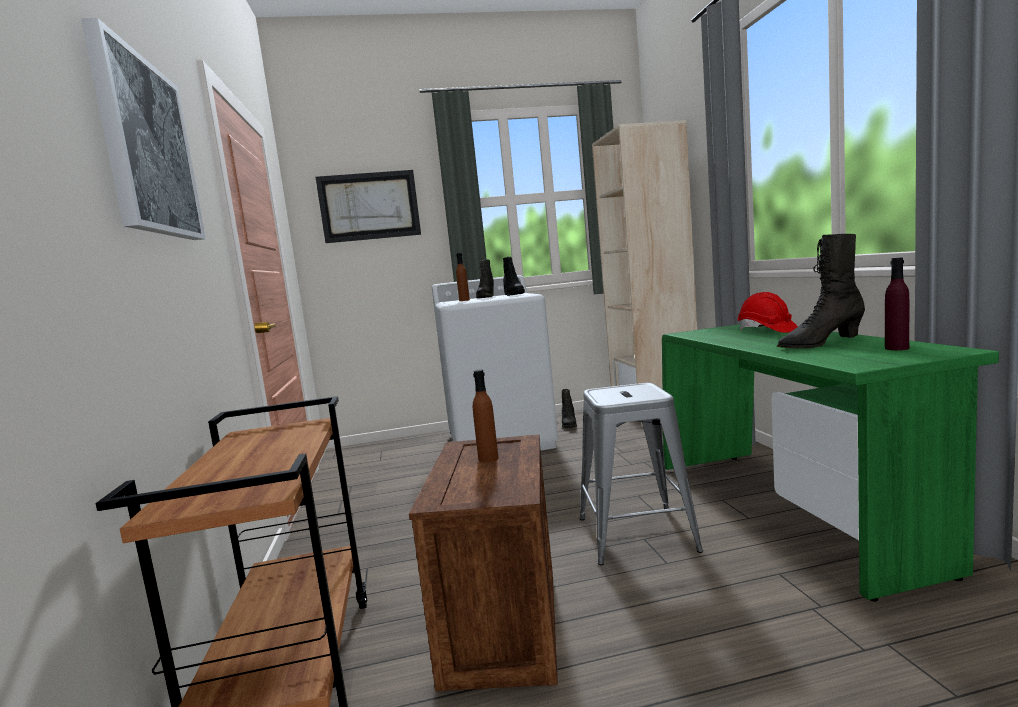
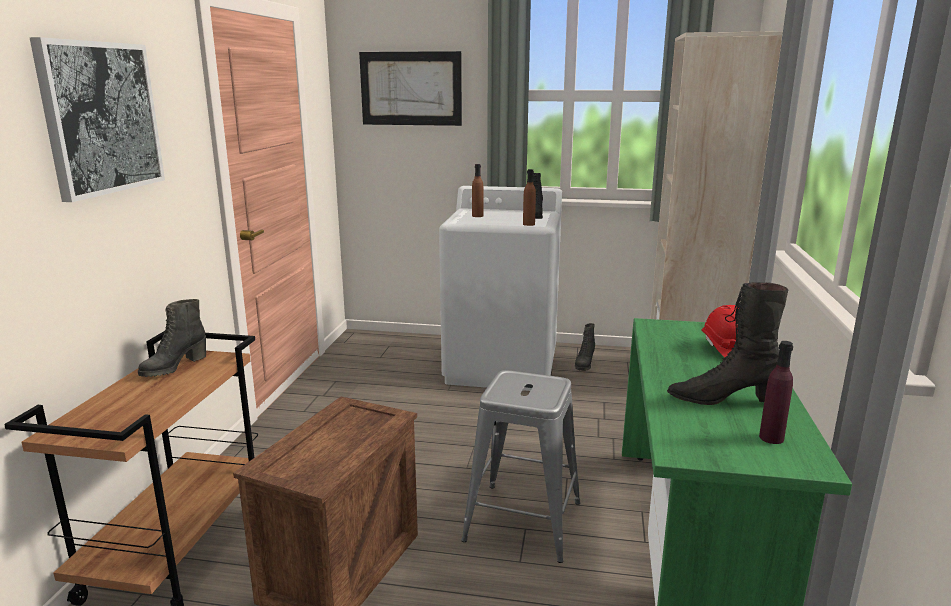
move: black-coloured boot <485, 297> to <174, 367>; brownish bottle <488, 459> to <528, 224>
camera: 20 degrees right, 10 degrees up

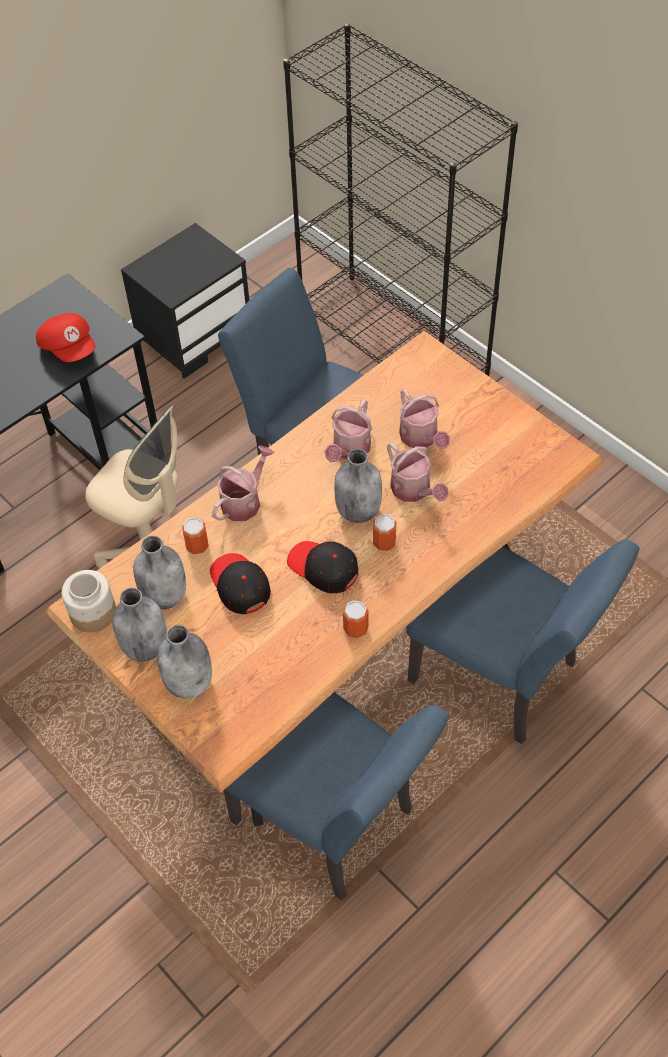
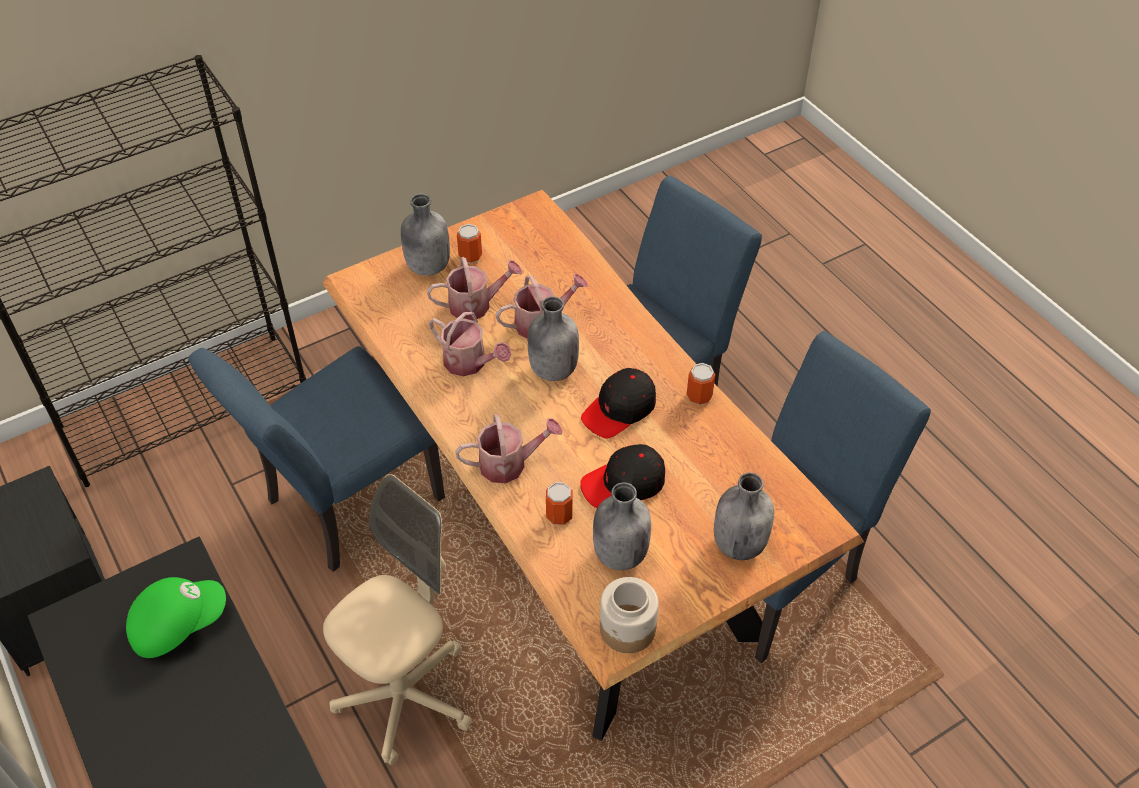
move: sealed can <384, 542> to <470, 256>; grey bottle <144, 645> to <427, 267>
recolor: red peaked cap <69, 347> to green-coloured peaked cap <177, 623>
rotate: sprinkling can <244, 501> = <509, 463> 120 degrees clockwise
camera: 80 degrees left, 5 degrees down

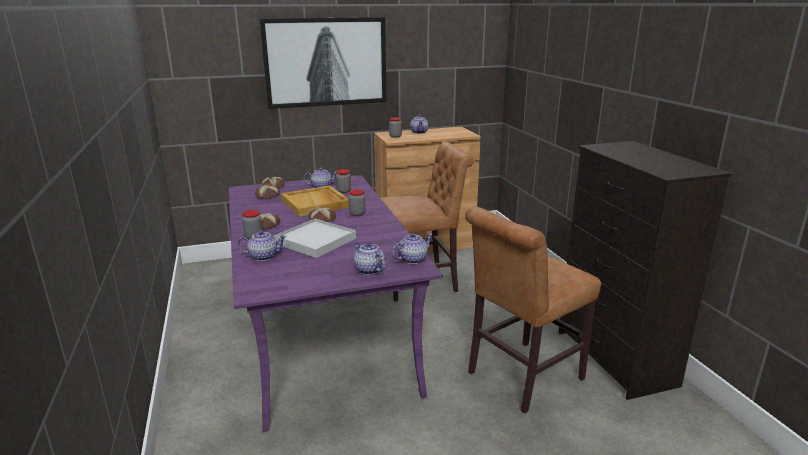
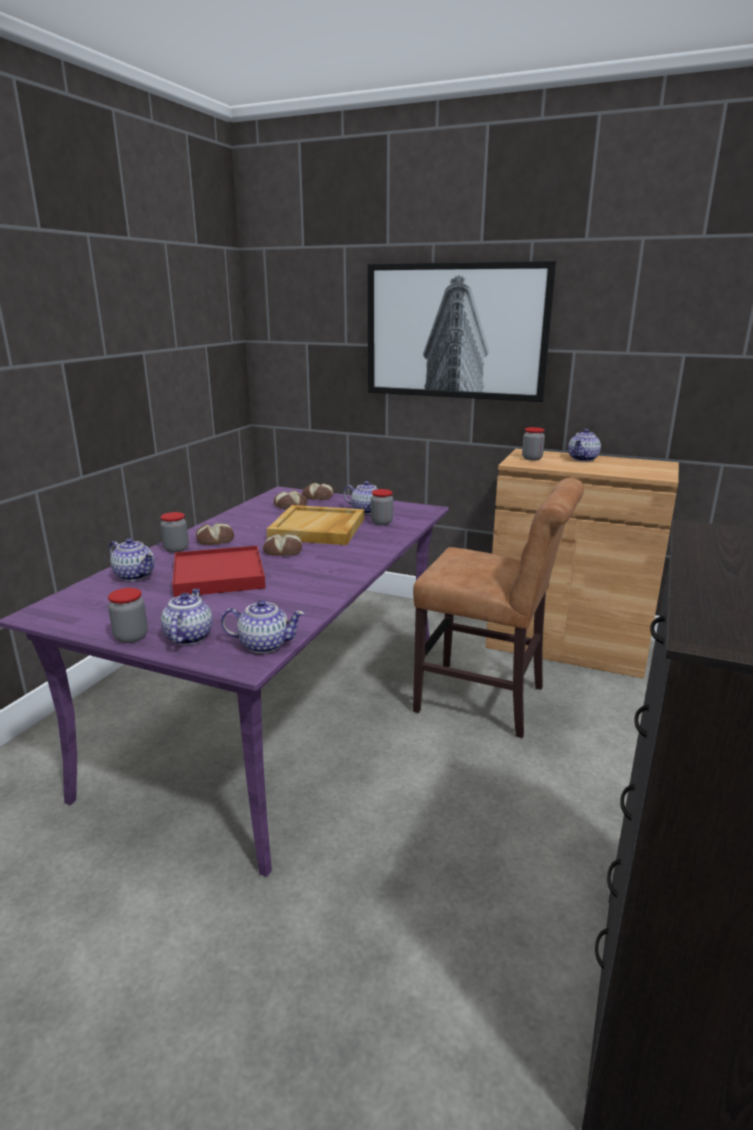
delete: brownish upright chair <520, 378>
move: jar <357, 213> to <131, 637>
recolor: white serving tray <315, 241> to red serving tray <218, 575>
camera: 40 degrees right, 0 degrees up

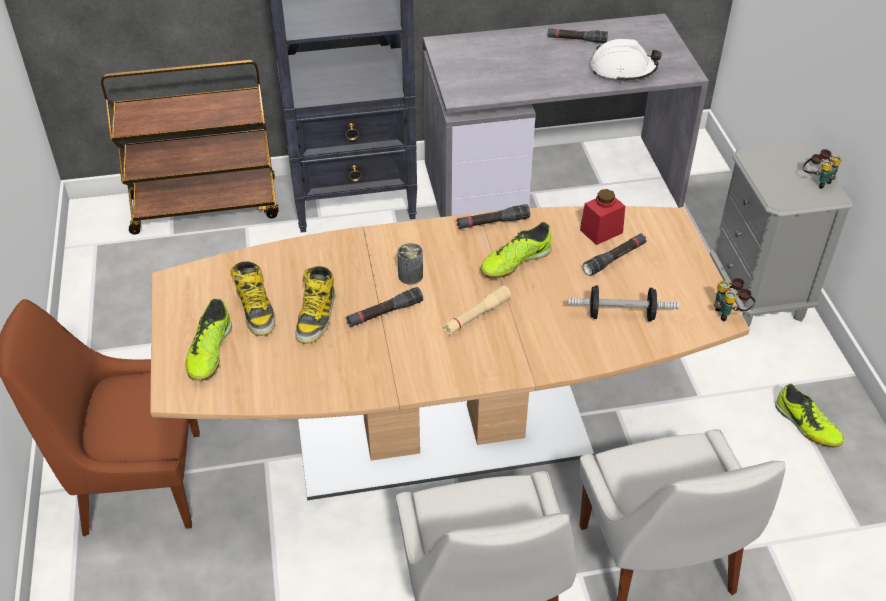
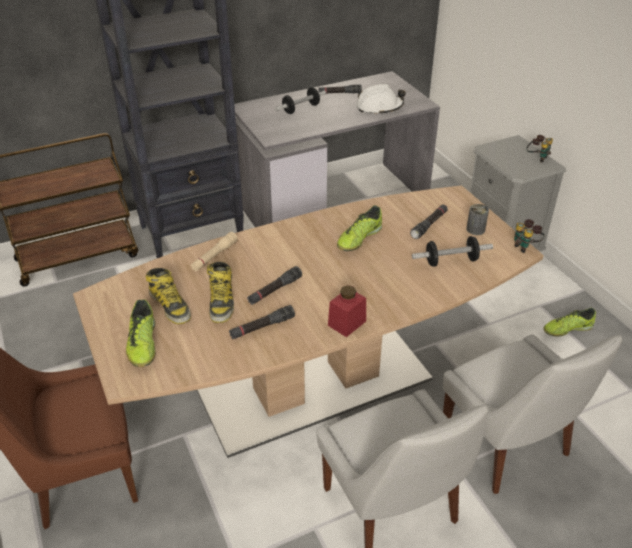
insert: free weight <301, 109>
move: red jar <601, 231> to <347, 323>; black-coloured hand torch <492, 222> to <262, 327>; sealed can <410, 276> to <475, 229>; beige hand torch <476, 316> to <214, 256>
rotate: shoe <806, 425> = <567, 329> 120 degrees clockwise
camera: 15 degrees left, 5 degrees down

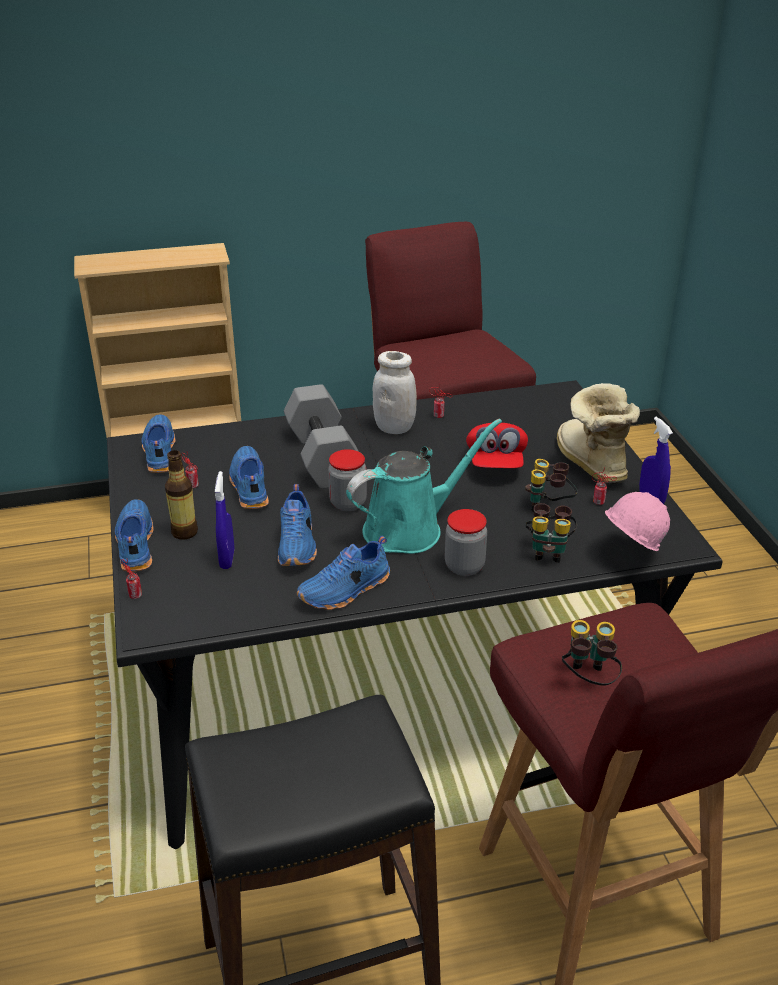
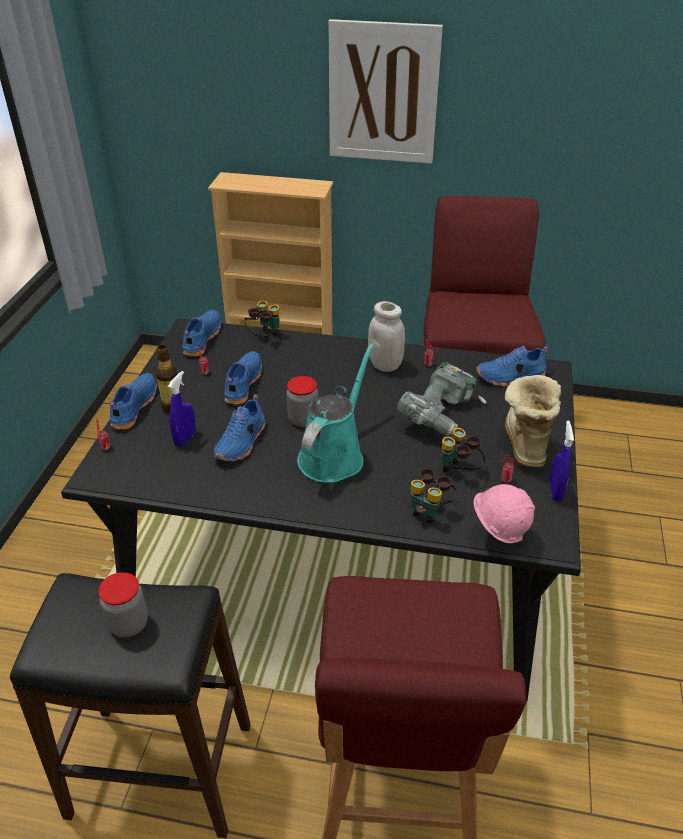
delete: grey free weight <324, 457>
insert: picture <383, 93>
move: jar <464, 566> to <129, 624>; blue shoe <346, 591> to <511, 377>; field glasses <587, 679> to <264, 337>
replace: red peaked cap <495, 463> to drill <444, 418>
rotate: turquoise-coloured sprinkling can <410, 528> = <334, 455> 60 degrees counterclockwise
camera: 25 degrees right, 5 degrees up

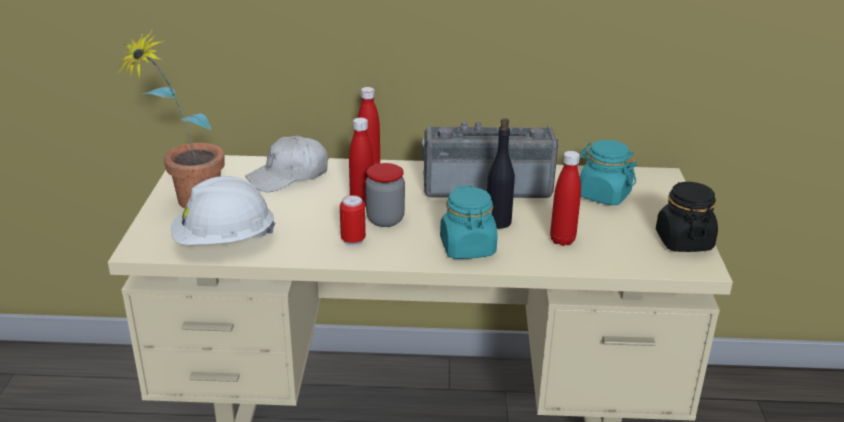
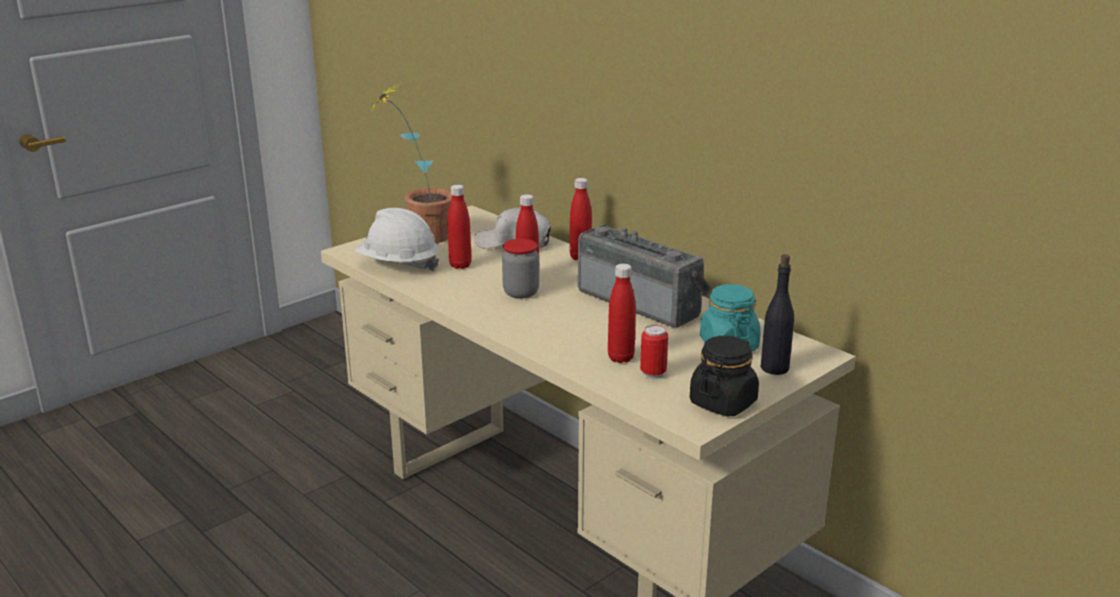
delete: turquoise-coloured jar <468, 248>
insert: red bottle <460, 265>
move: black-coloured bottle <498, 222> to <774, 368>; sealed can <353, 240> to <653, 373>
camera: 45 degrees right, 5 degrees down

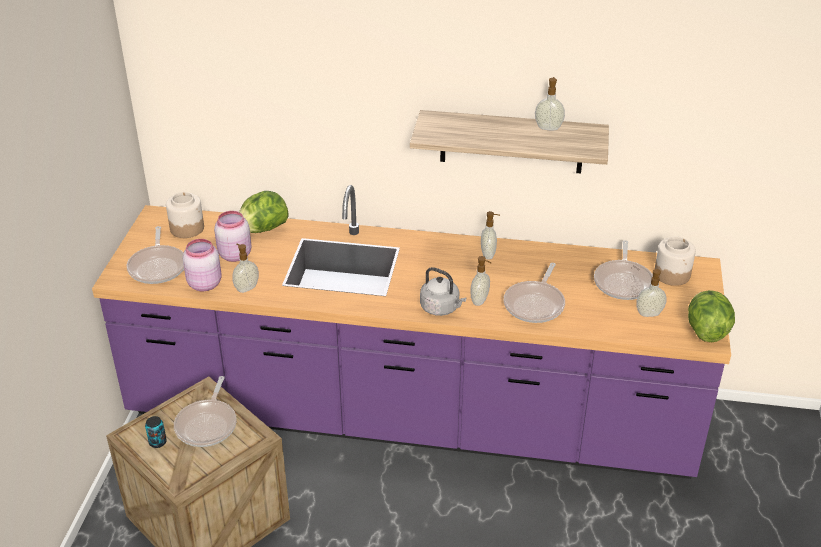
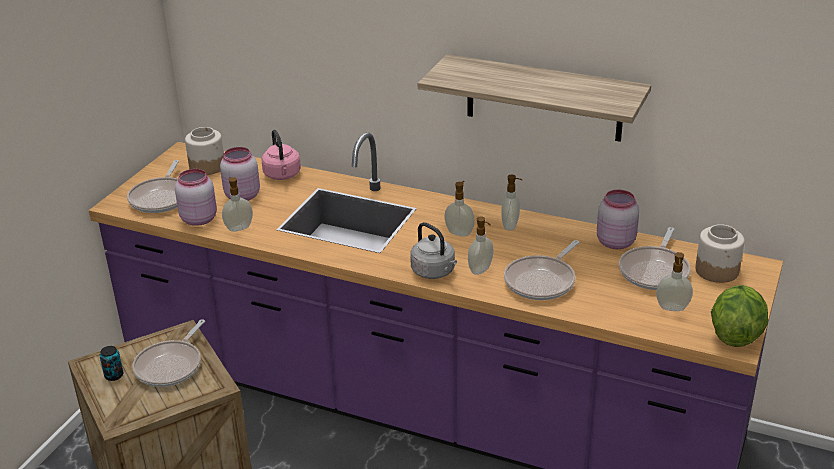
insert: pink-coloured jar <615, 241>
move: soap dispenser <548, 127> to <459, 232>
replace: head of lettuce <263, 229> to pink-coloured tea kettle <282, 175>
camera: 15 degrees right, 5 degrees down

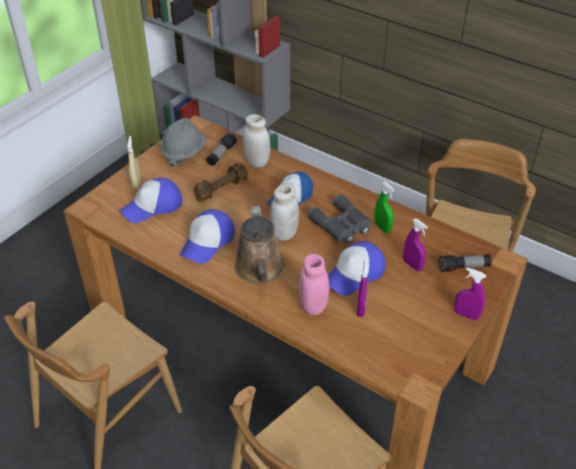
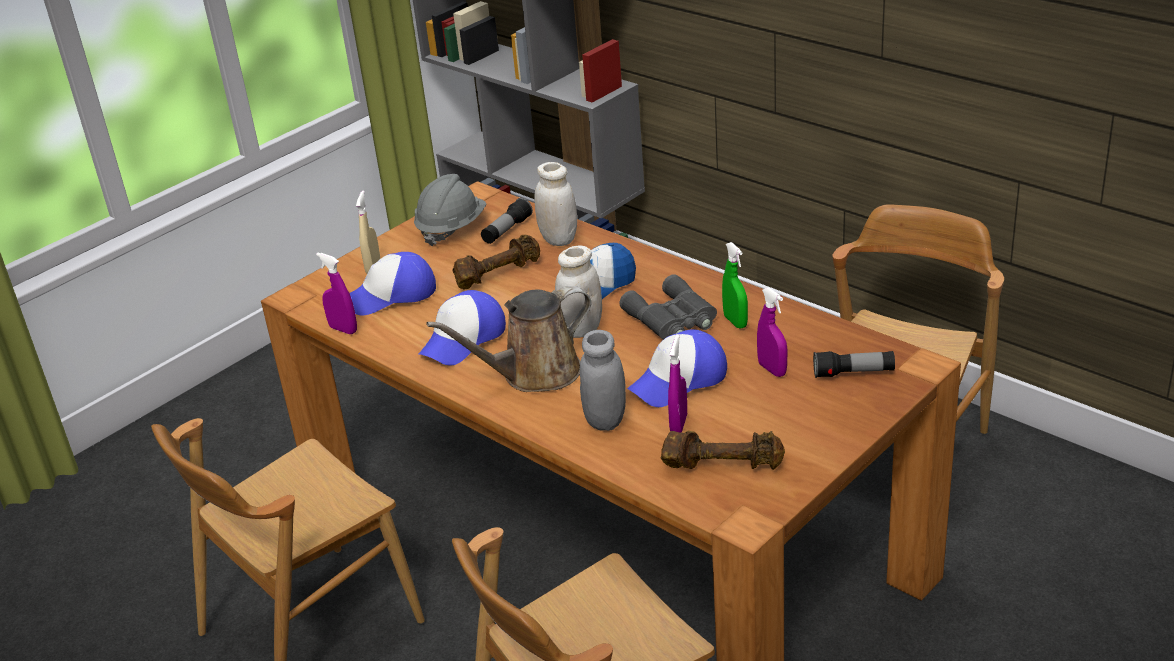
insert: brownish free weight <723, 464>
move: purplish spray bottle <466, 315> to <343, 329>
recolor: pink-coloured jar <313, 306> to grey jar <605, 420>
rotate: brownish sprinkling can <260, 270> = <534, 374> 60 degrees clockwise
camera: 10 degrees right, 10 degrees down

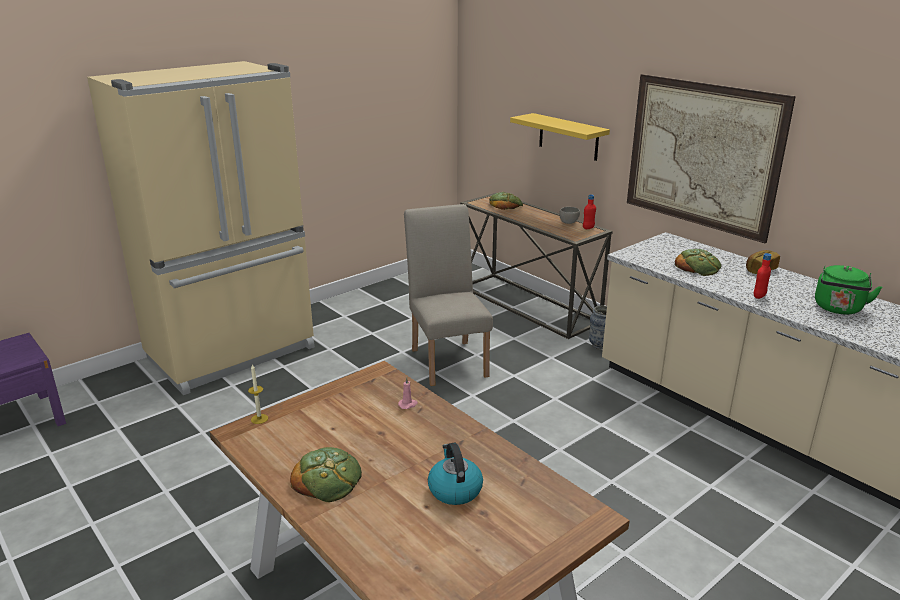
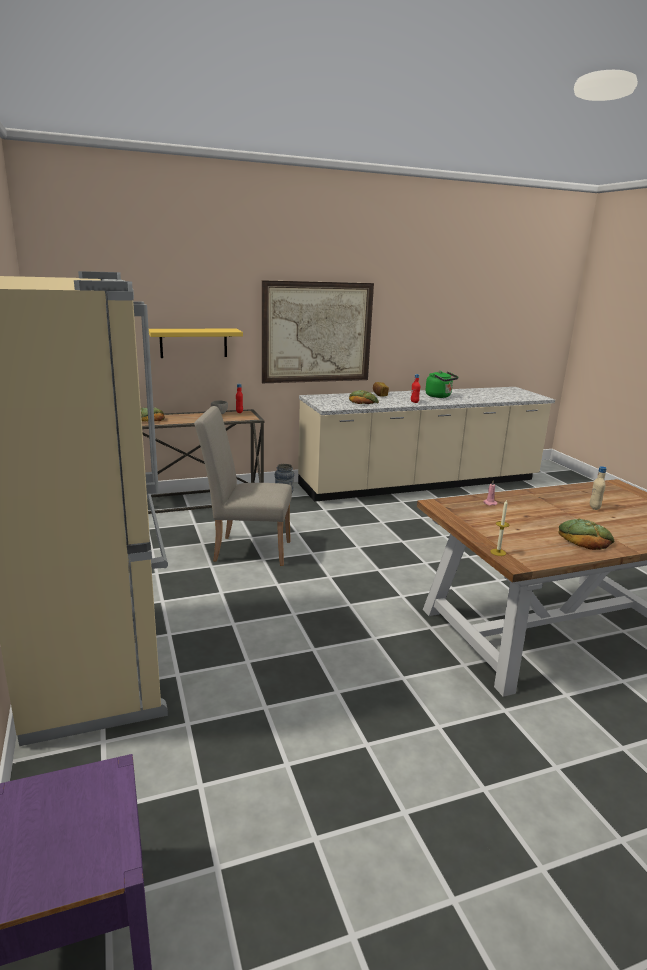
replace: tea kettle <454, 489> to beige bottle <594, 507>
camera: 70 degrees left, 5 degrees down

